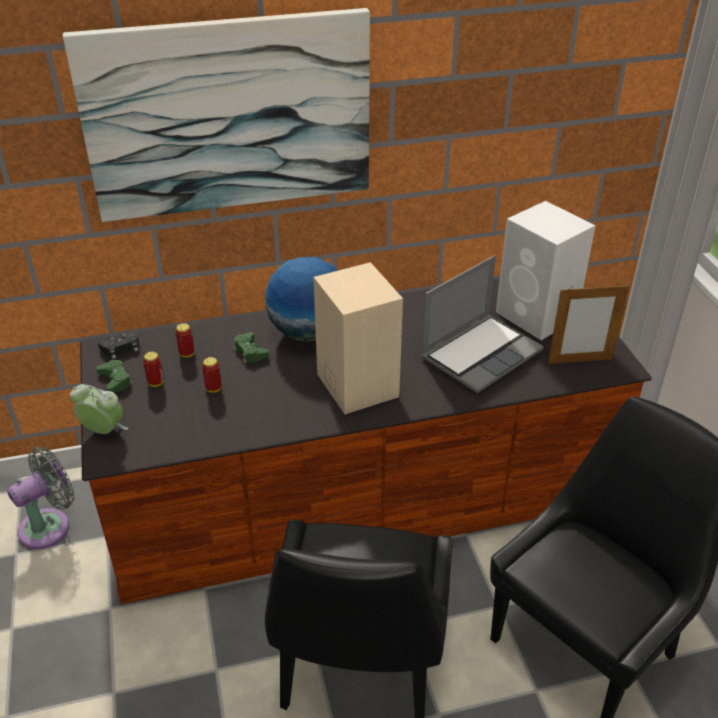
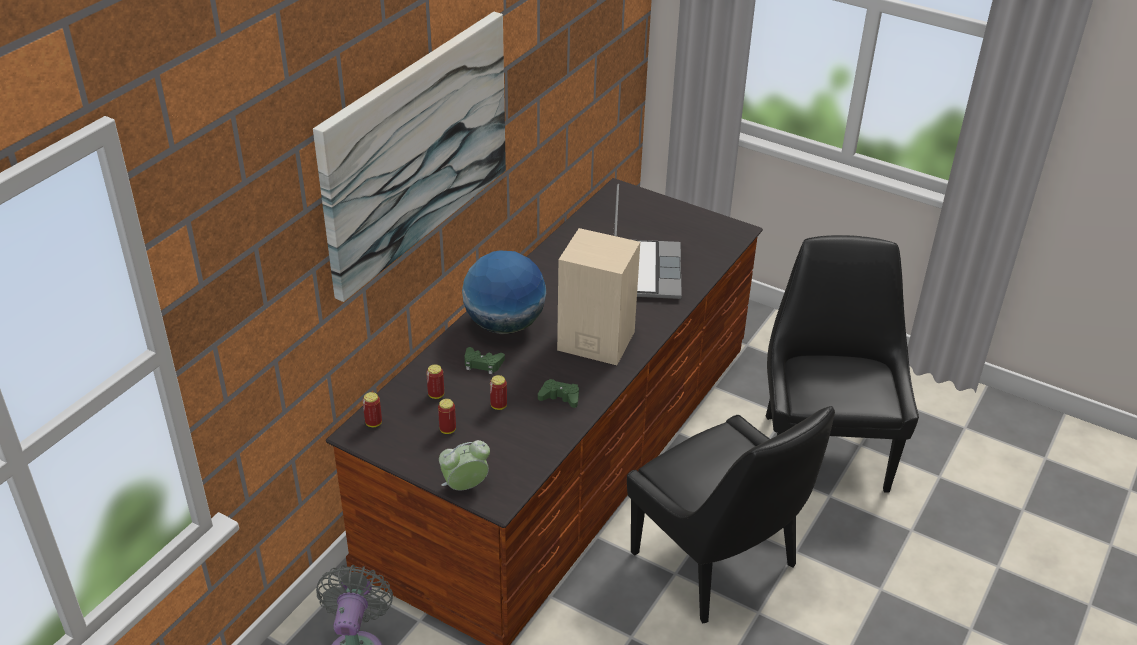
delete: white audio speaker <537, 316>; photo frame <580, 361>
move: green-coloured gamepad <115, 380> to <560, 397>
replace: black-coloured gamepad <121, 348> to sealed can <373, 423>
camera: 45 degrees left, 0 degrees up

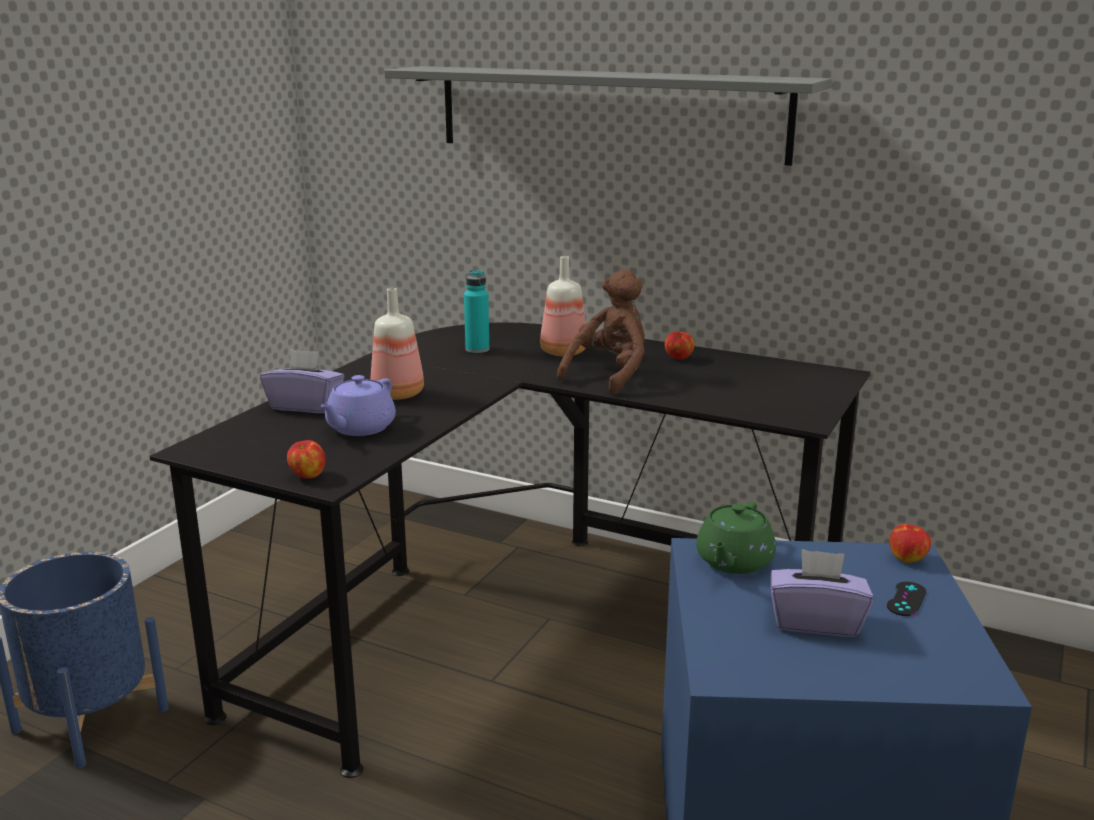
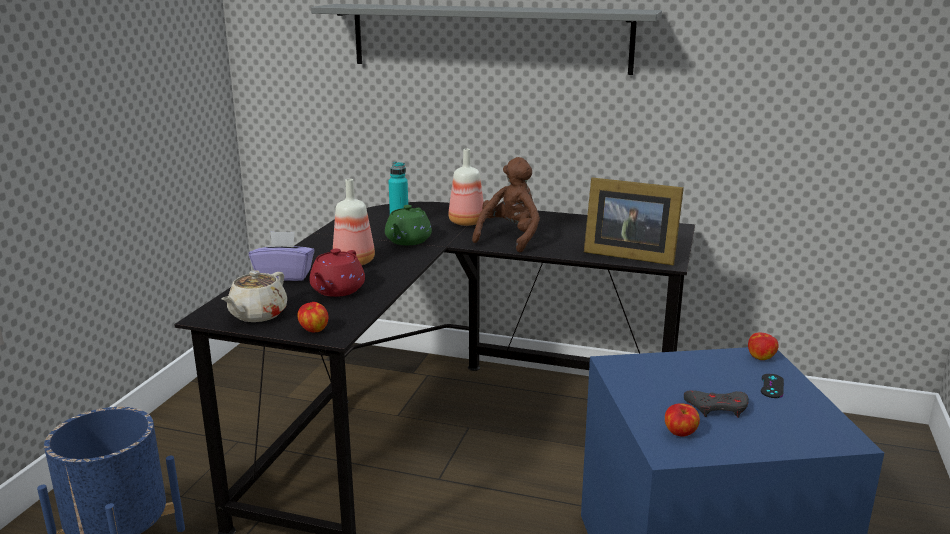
insert: photo frame <627, 254>; beige pot for tea <257, 315>
move: apple <678, 358> to <680, 433>; green-coloured pot for tea <733, 562> to <407, 241>
replace: purplish box of tissues <816, 621> to grey gamepad <717, 408>
recolor: purplish pot for tea <359, 428> to red pot for tea <337, 290>
camera: 10 degrees left, 0 degrees up

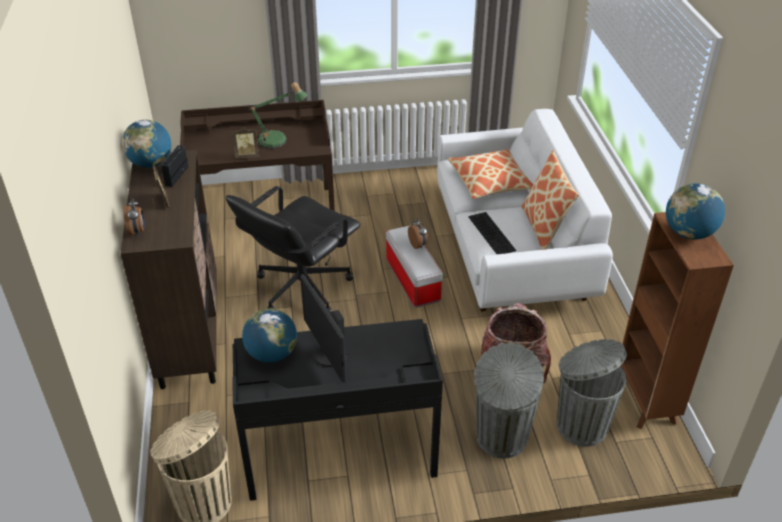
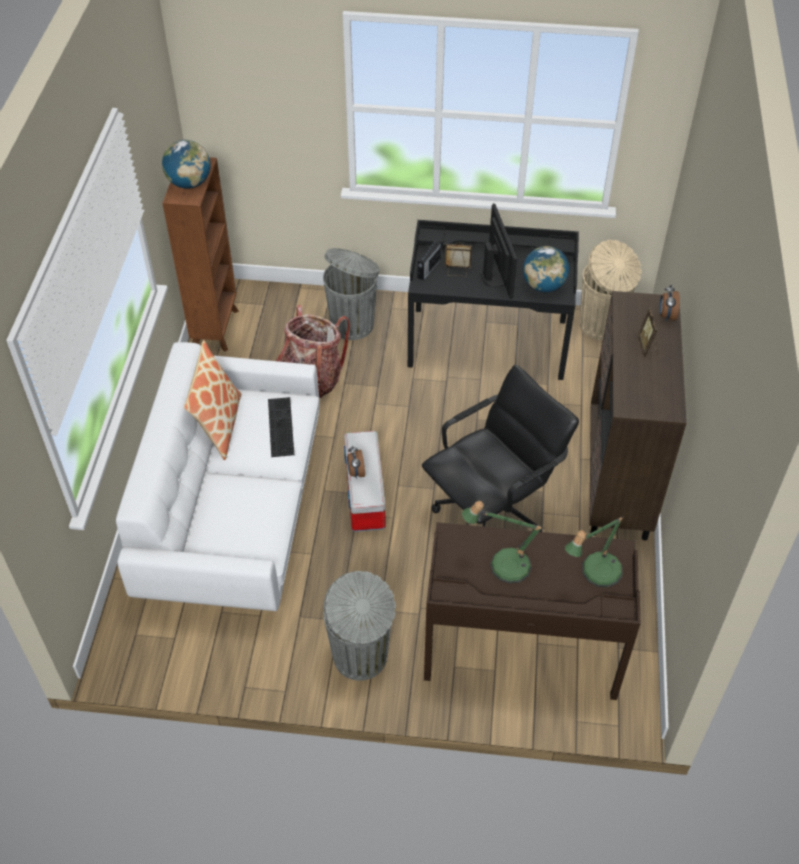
delete: desk globe <151, 163>; cushion <490, 182>
insert: tabletop lamp <595, 573>
move: photo frame <247, 155> to <457, 271>; radio receiver <177, 175> to <428, 269>; grey trash can <580, 425> to <361, 657>
camera: 165 degrees left, 10 degrees up

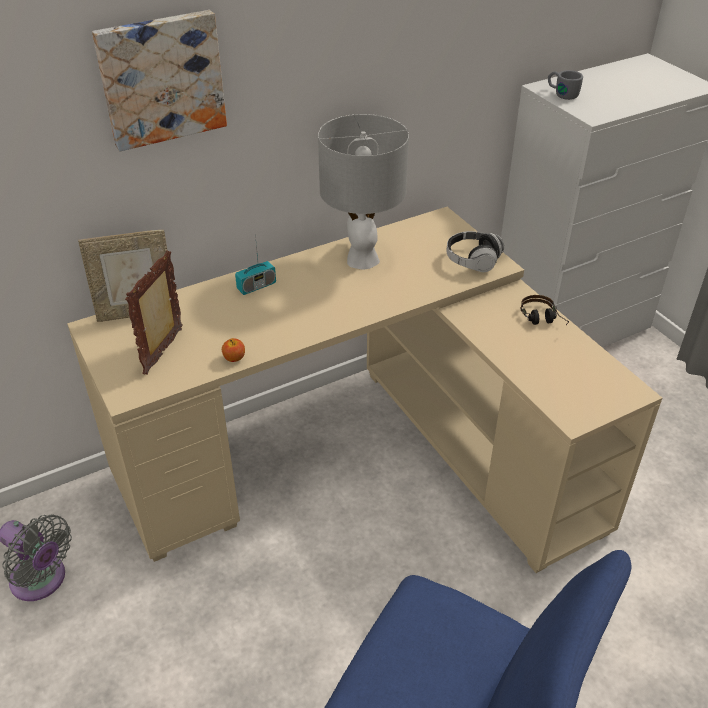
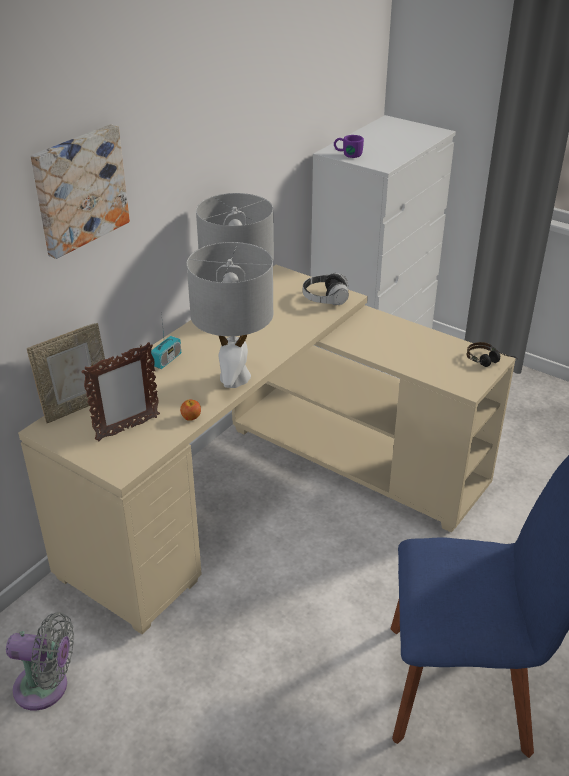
insert: grey tabletop lamp <234, 378>
move: headphones <543, 321> to <490, 362>
recolor: grey tea mug <561, 93> to purplish tea mug <347, 154>
rotate: photo frame <164, 351> = <127, 429> 120 degrees counterclockwise
camera: 25 degrees left, 5 degrees down

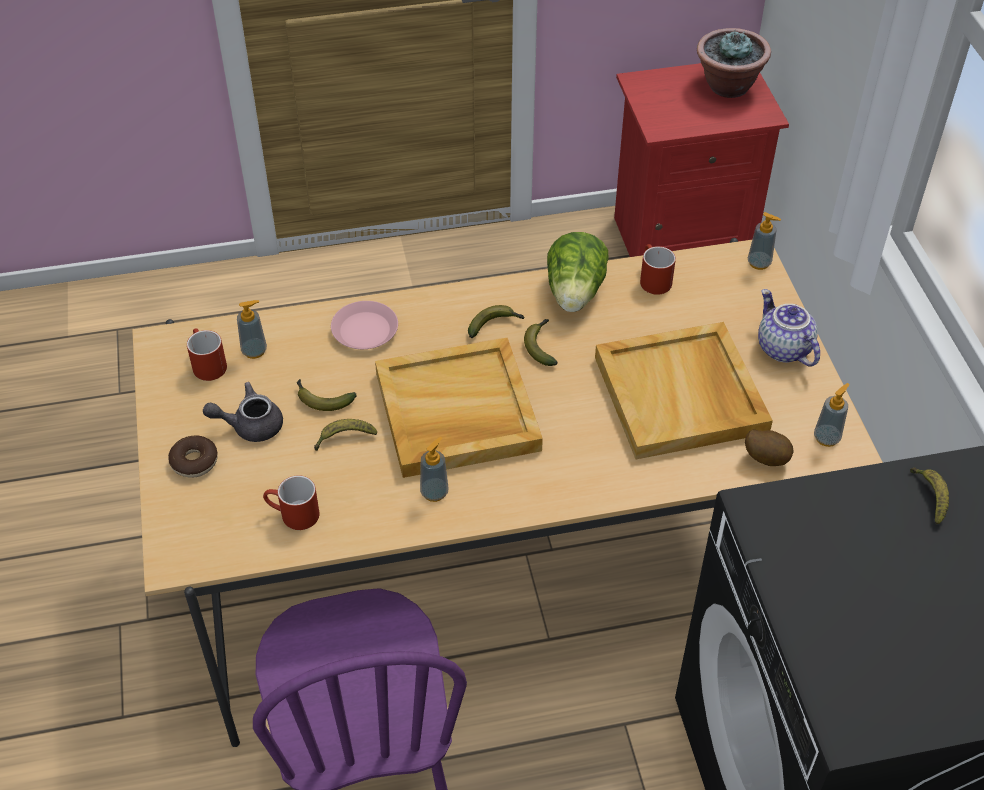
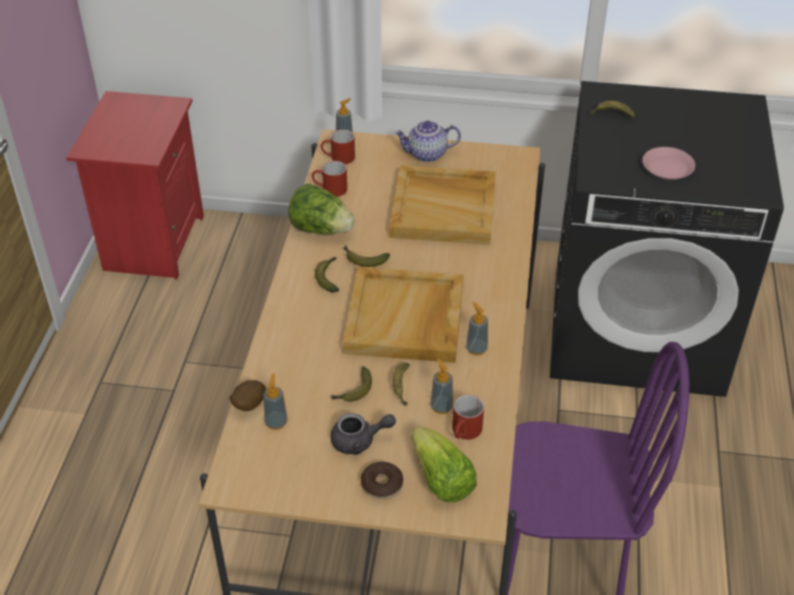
delete: plant in a pot <727, 86>
insert: head of lettuce <441, 480>
move: pink-coloured flat dish <364, 330> to <667, 168>; red tea mug <206, 364> to <338, 158>; soap dispenser <826, 438> to <441, 407>; potato <766, 458> to <248, 405>
rotate: grey pot for tea <250, 425> = <359, 441> 105 degrees counterclockwise
camera: 70 degrees left, 5 degrees down

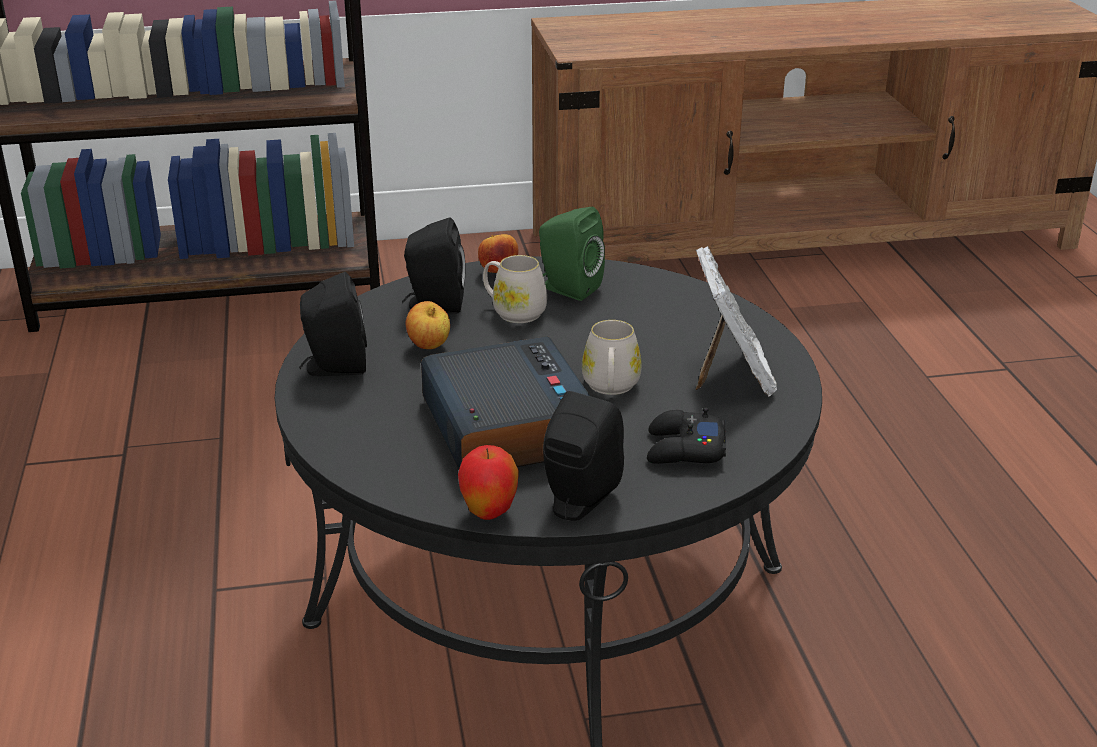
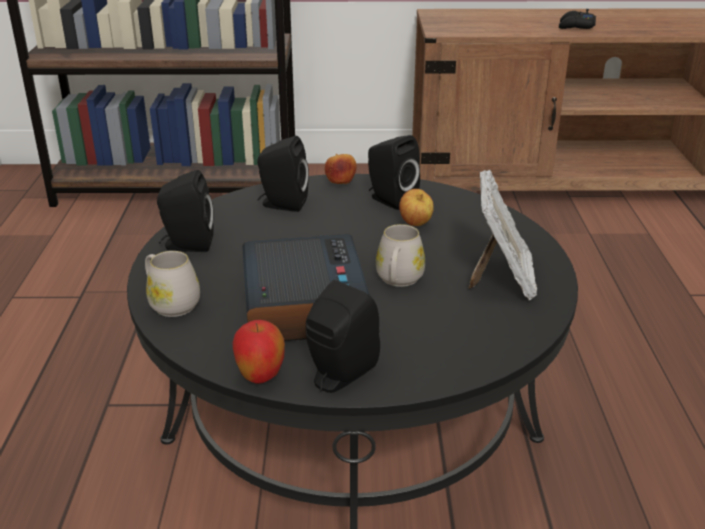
move: white tea mug <513, 312> to <170, 303>; apple <429, 347> to <415, 224>; black-coloured gamepad <684, 449> to <576, 26>
recolor: green-coloured audio speaker <567, 288> to black-coloured audio speaker <389, 199>
camera: 10 degrees right, 0 degrees up

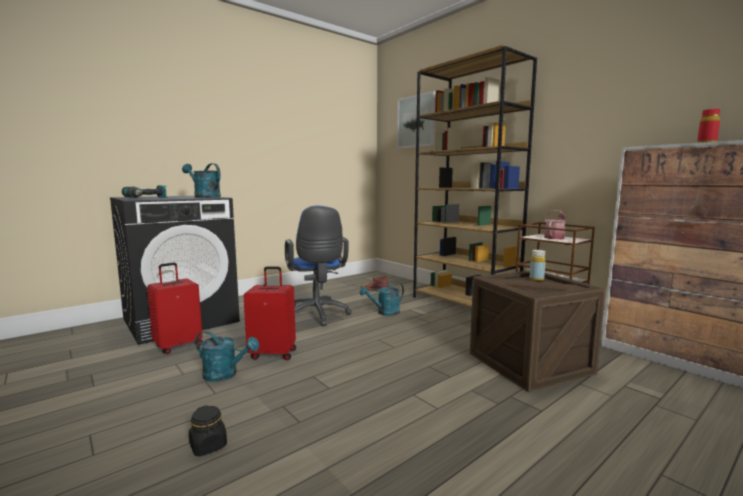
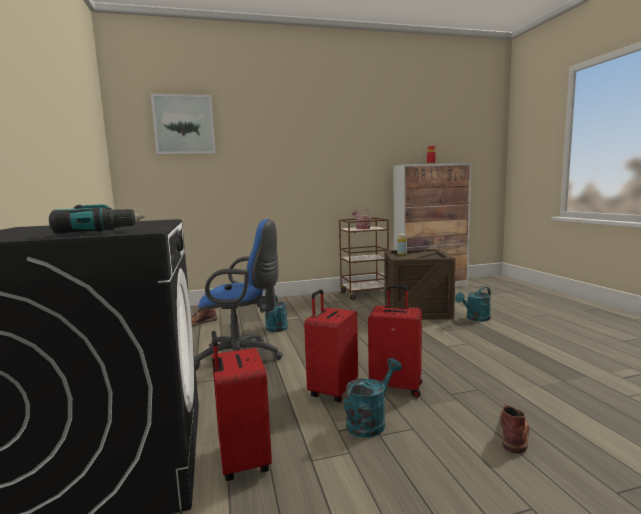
delete: brownish bookshelf <465, 303>
insert: red suitcase <396, 387>
move: turquoise-coloured sprinkling can <204, 197> to <475, 318>
replace: black-coloured jar <208, 446> to brownish boot <513, 432>
camera: 65 degrees left, 0 degrees up

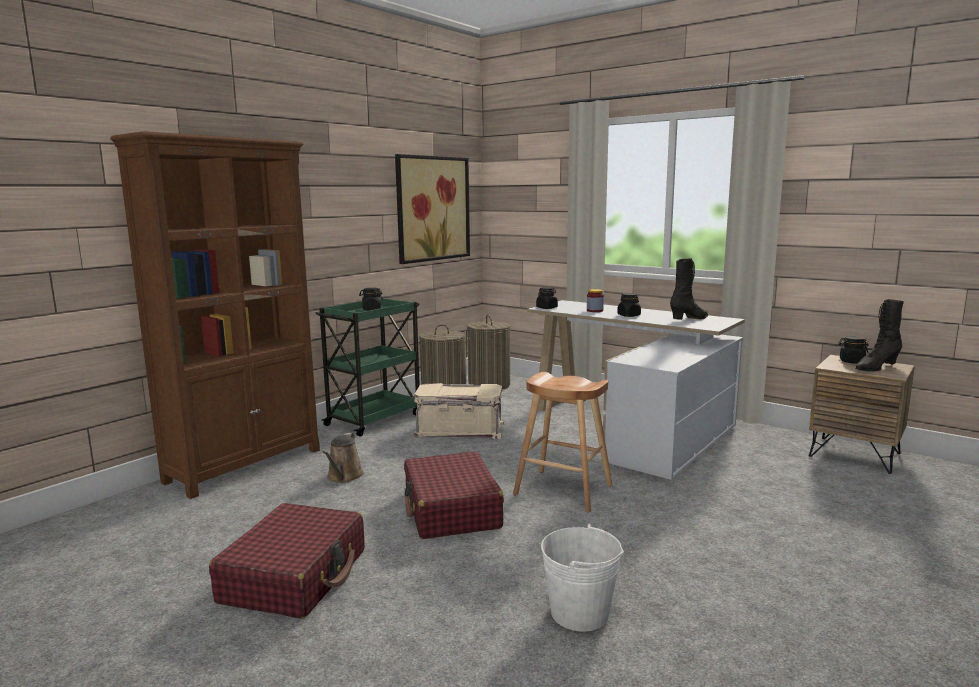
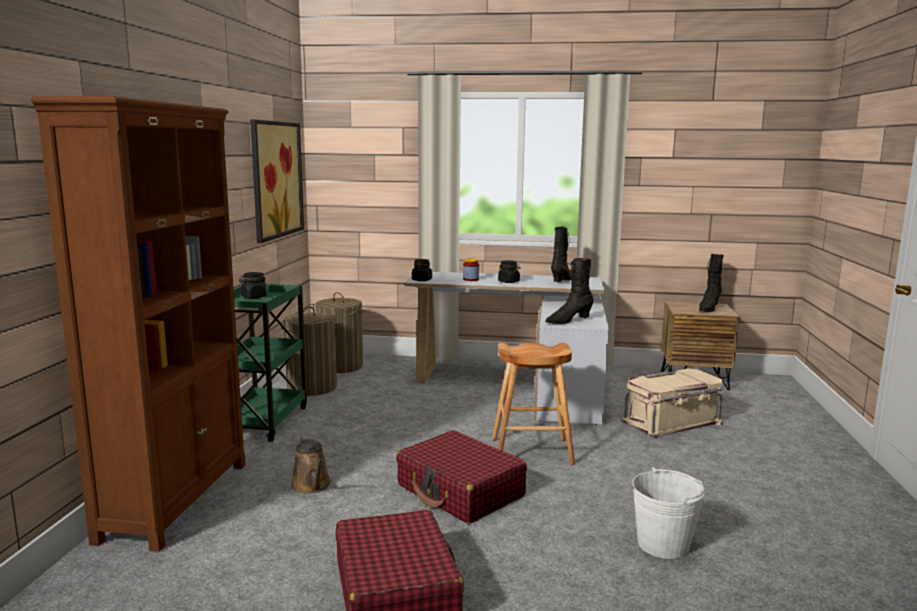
delete: black-coloured jar <851, 361>
insert: black-coloured boot <568, 321>
move: beige storage box <459, 430> to <672, 423>
camera: 30 degrees left, 0 degrees up

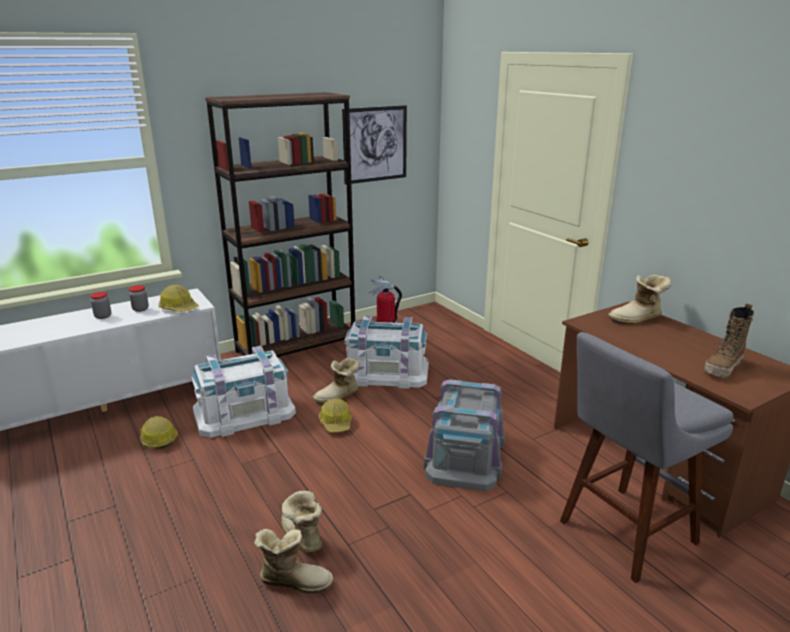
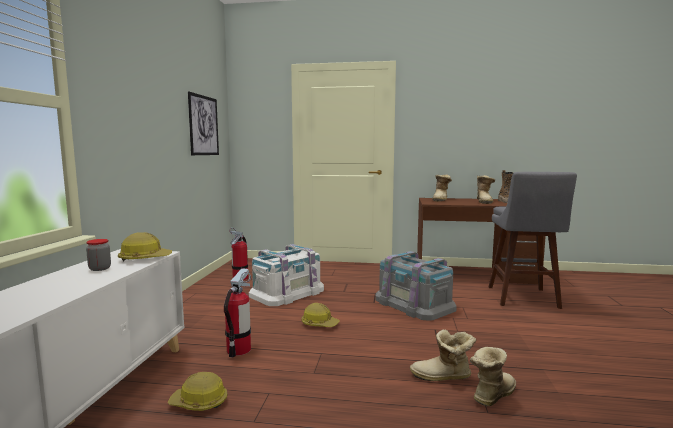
delete: brownish bookshelf <296, 347>; jar <103, 316>
move: boot <338, 397> to <485, 201>
replace: white storage box <244, 412> to extinguisher <239, 350>
camera: 50 degrees left, 15 degrees down

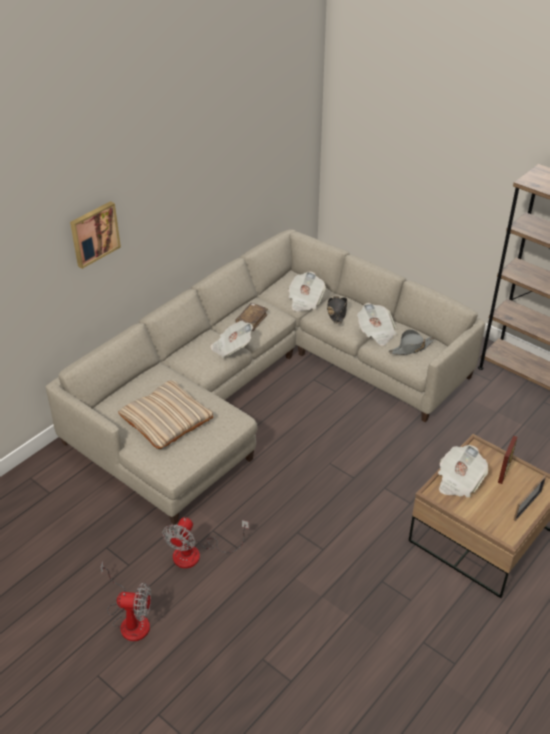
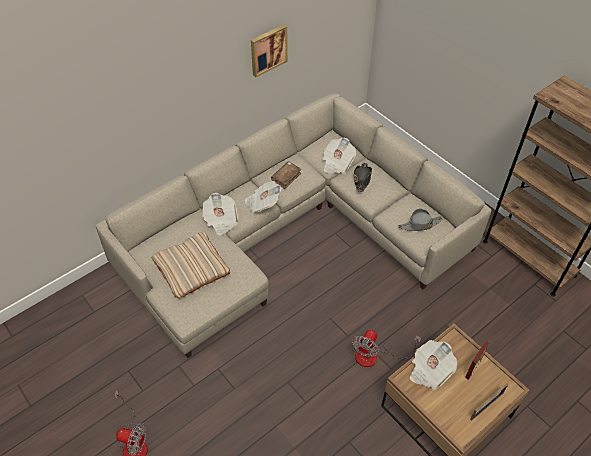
move: picture <94, 233> to <268, 49>; daily paper <376, 333> to <221, 220>; fan <196, 554> to <374, 355>
camera: 10 degrees right, 10 degrees up

